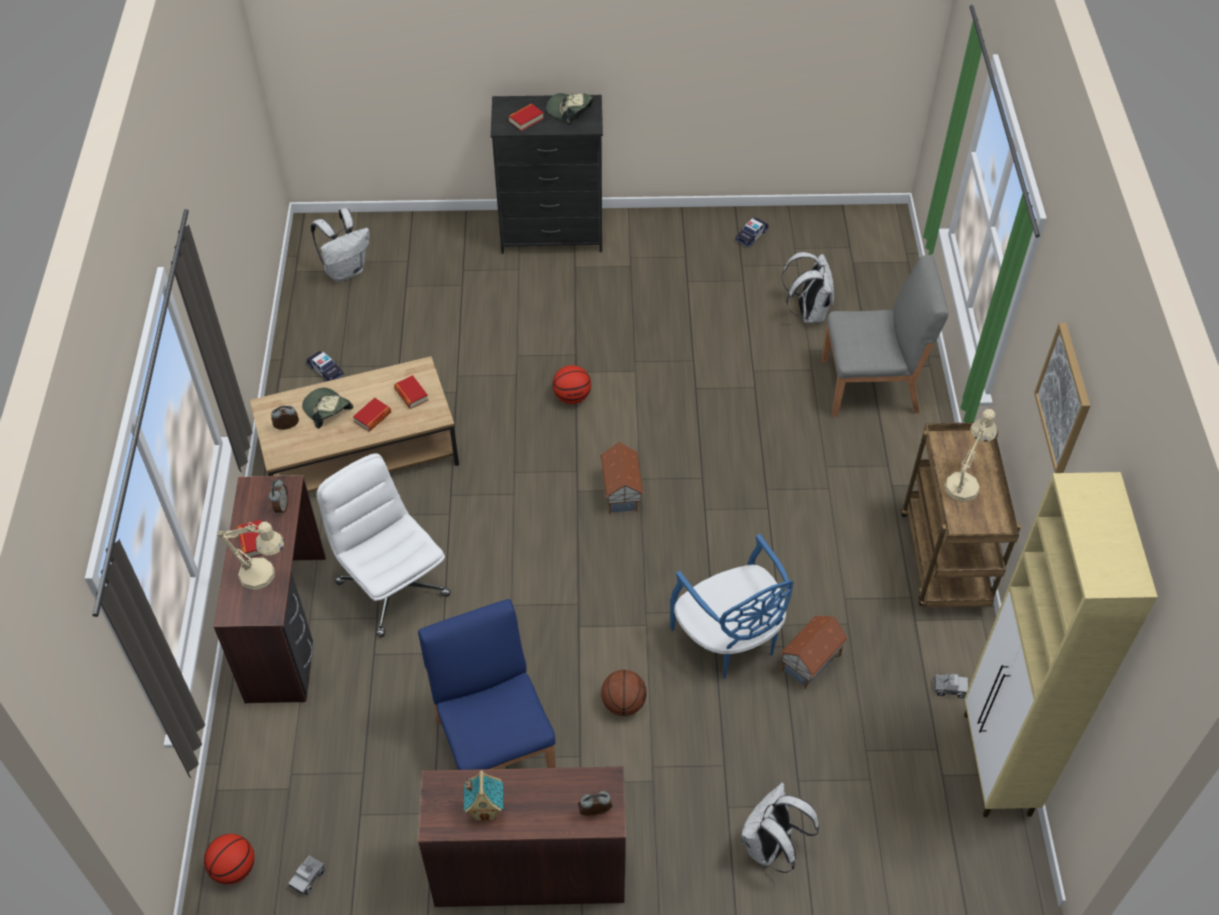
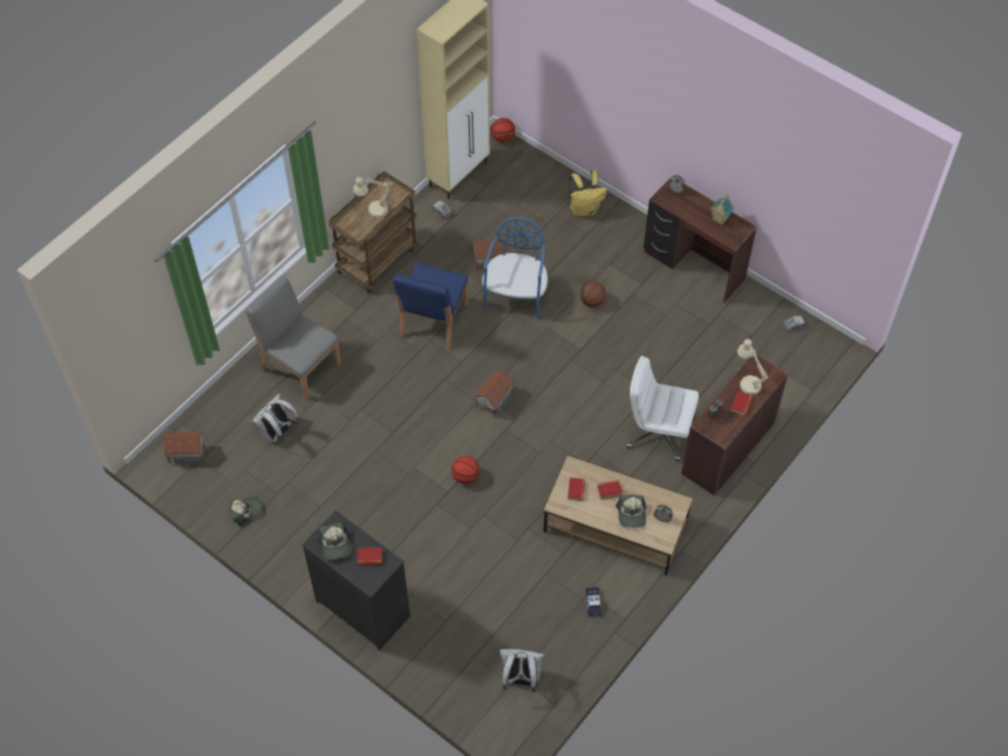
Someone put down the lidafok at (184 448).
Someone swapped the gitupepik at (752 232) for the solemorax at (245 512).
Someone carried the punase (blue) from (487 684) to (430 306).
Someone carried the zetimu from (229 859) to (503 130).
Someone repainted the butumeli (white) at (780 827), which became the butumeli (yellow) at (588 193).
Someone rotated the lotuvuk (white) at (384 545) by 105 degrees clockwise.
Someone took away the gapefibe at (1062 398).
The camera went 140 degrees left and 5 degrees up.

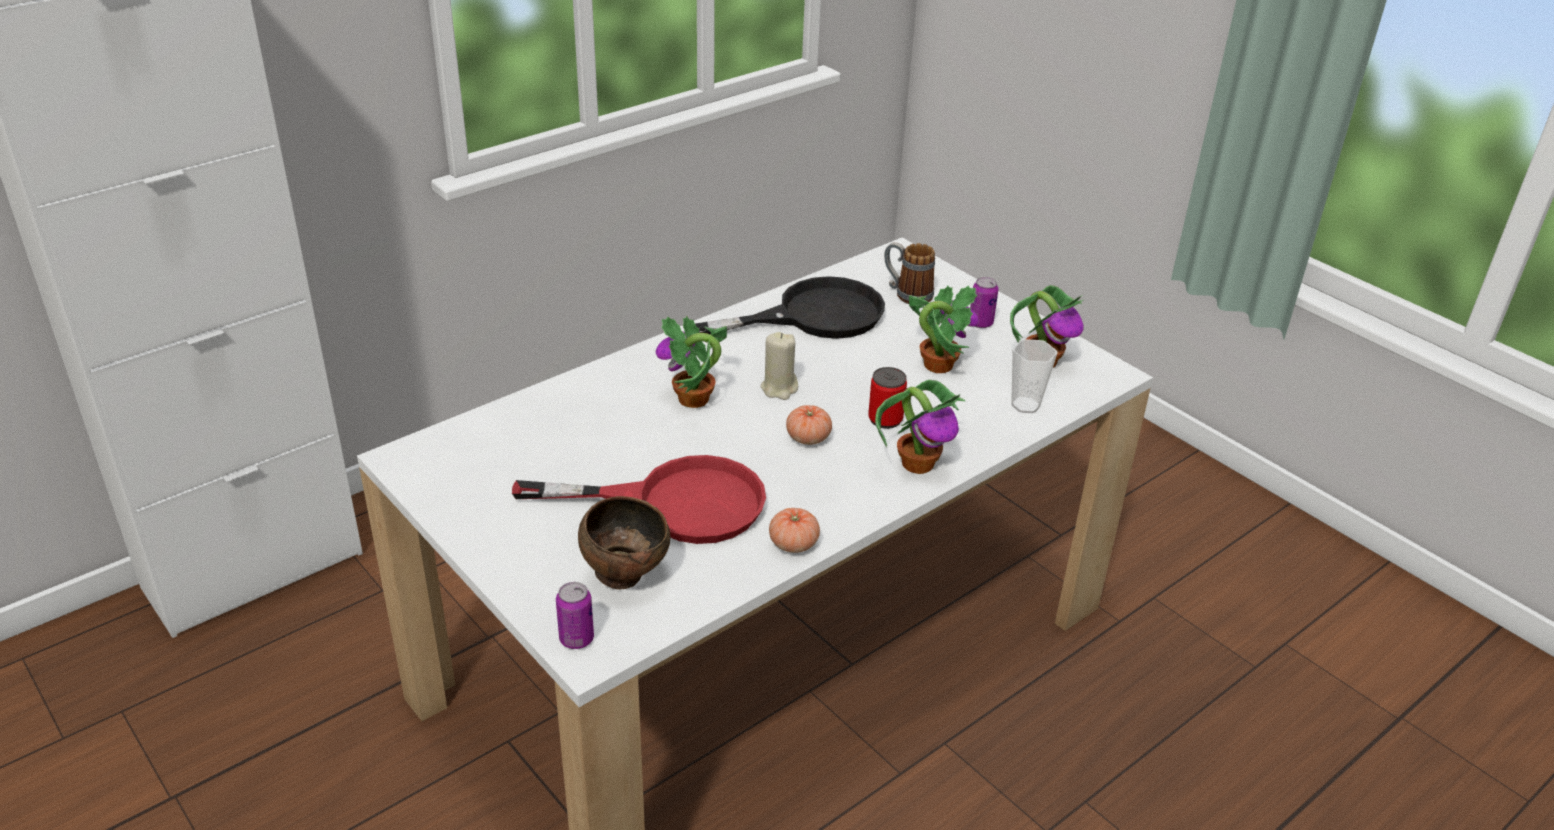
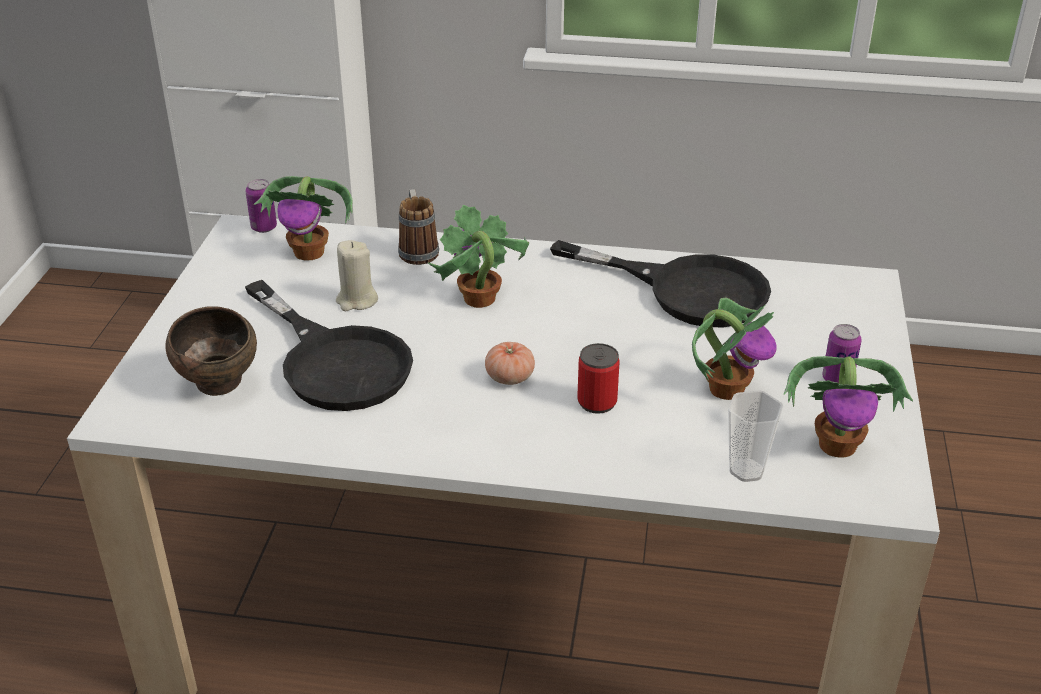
Someone carried the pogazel from (575 615) to (261 206).
Someone repainted the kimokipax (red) at (639 499), which became the kimokipax (black) at (329 345).
Someone carried the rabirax from (920 427) to (303 218).
Someone carried the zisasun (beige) from (779 366) to (357 275).
Someone carried the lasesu from (909 273) to (418 227).
Someone took away the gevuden at (794 530).
The camera went 50 degrees right and 0 degrees up.

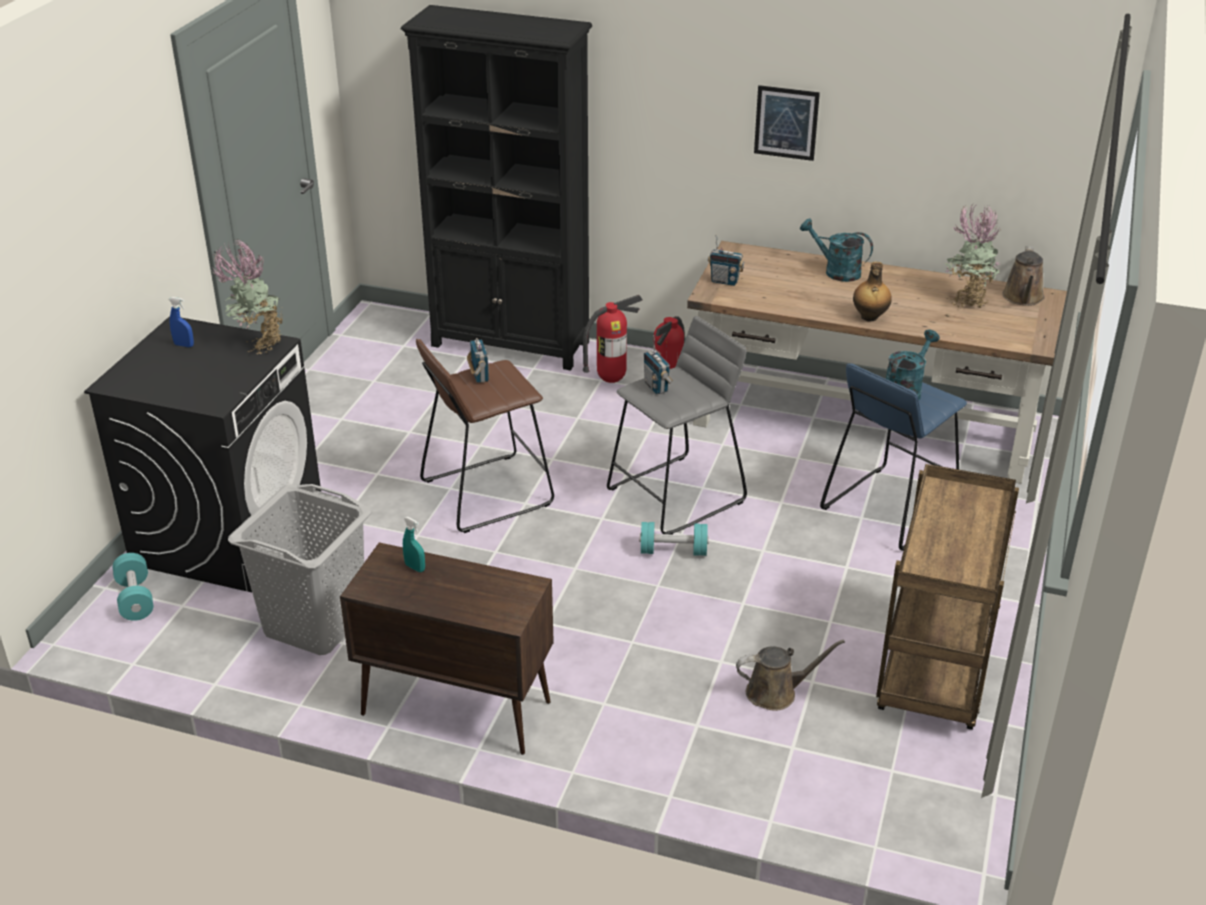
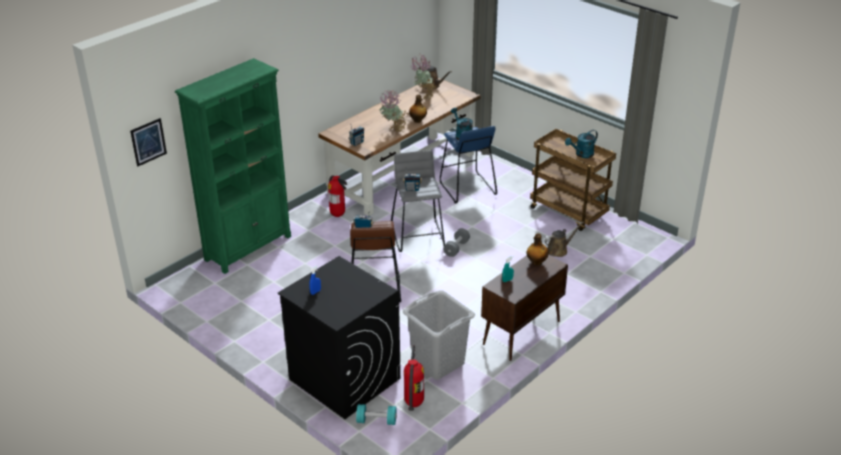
Someone carried the gapefibe from (787 123) to (148 142).
Someone repainted the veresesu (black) at (496 187), which became the veresesu (green) at (233 166).
Someone carried the rabirax from (247 297) to (394 110).
Someone carried the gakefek from (613 339) to (414 378).
Someone repainted the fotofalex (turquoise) at (674 539), which became the fotofalex (grey) at (456 242).
Someone put down the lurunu at (537 249).
Someone rotated the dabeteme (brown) at (790 675) by 45 degrees clockwise.
Someone carried the dabeteme (turquoise) from (836 250) to (581 144).
The camera went 65 degrees left and 0 degrees up.

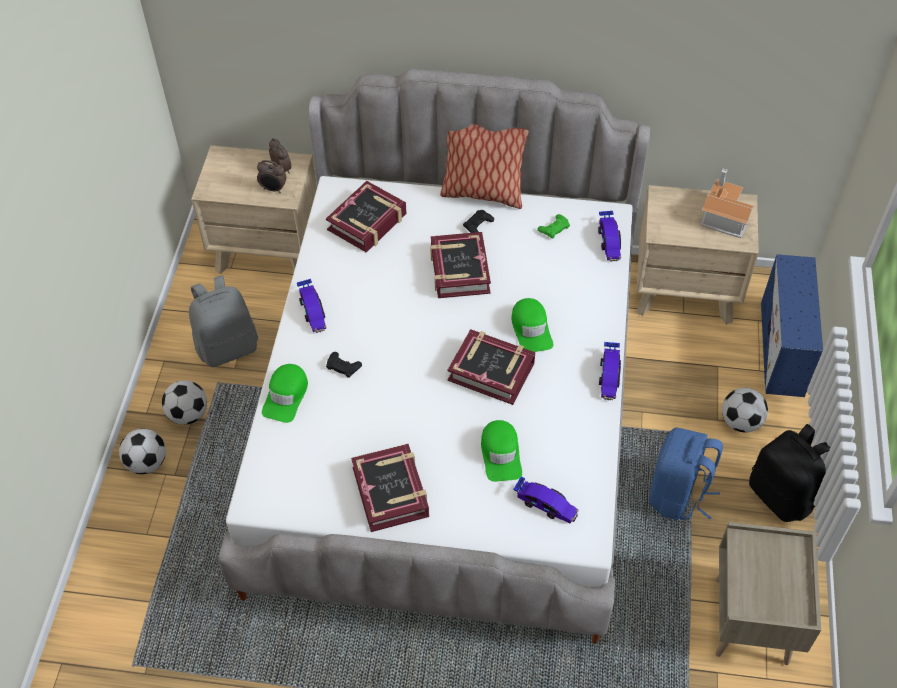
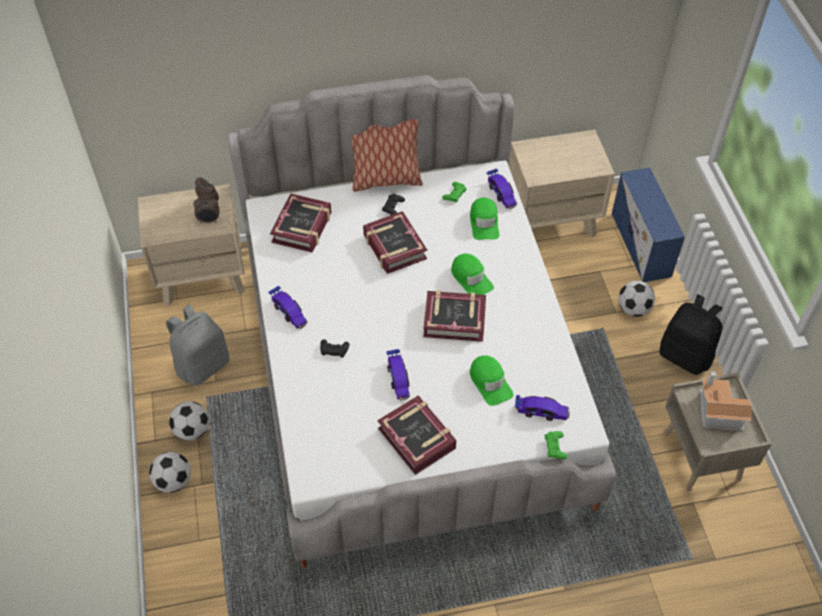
Someone carried the gitupepik from (610 371) to (398 374).
Someone carried the solemorax (green) from (285 393) to (484 219).
Someone put down the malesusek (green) at (556 445).
Someone carried the lidafok from (727 203) to (726 401).
Someone took away the butumeli (blue) at (686 474).
The camera went 20 degrees left and 0 degrees up.

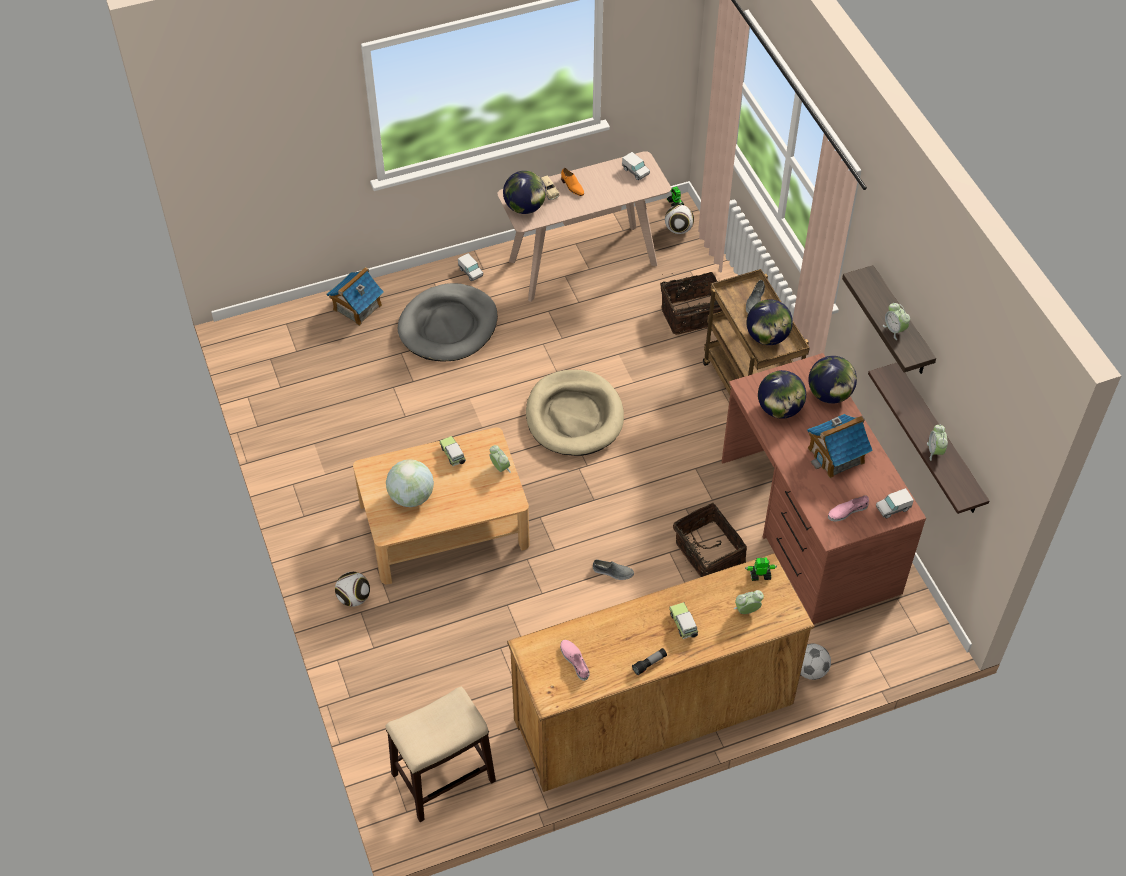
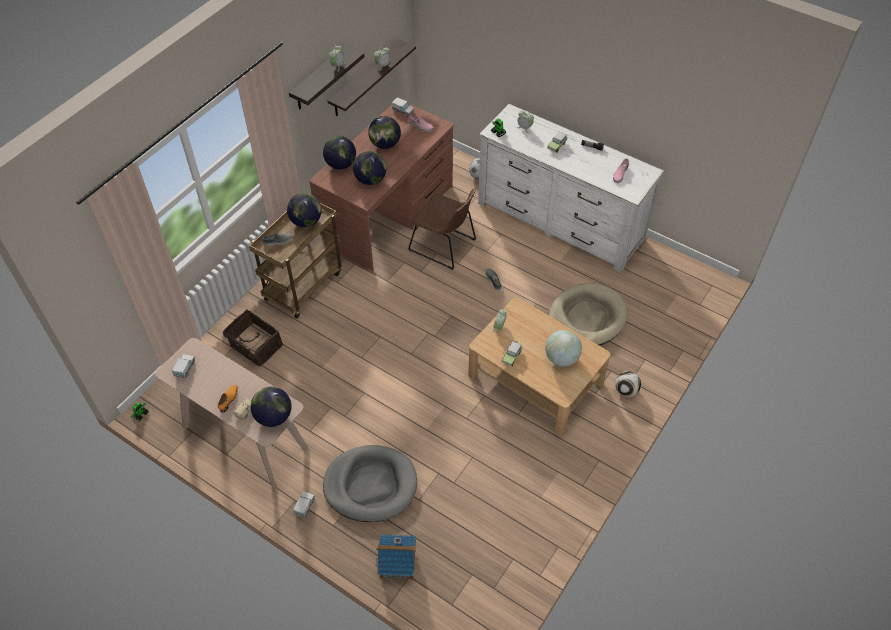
Someone swapped the lidafok at (840 446) for the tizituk at (384 132).
Someone swapped the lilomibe at (710 540) for the punase (brown) at (442 229).
Someone repainted the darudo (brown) at (661 672), which became the darudo (white) at (571 188).
Someone carried the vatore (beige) from (575 413) to (588 314).
Someone took away the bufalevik at (440 754).
Someone took away the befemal at (679 219).
The camera went 125 degrees left and 0 degrees up.

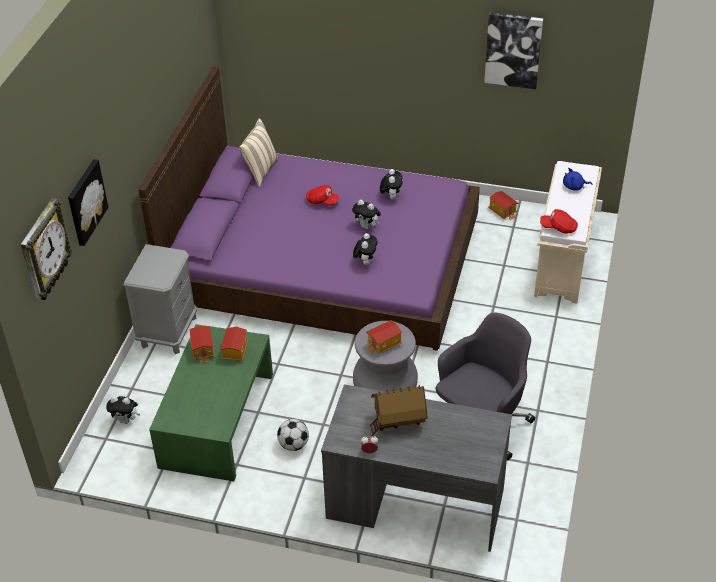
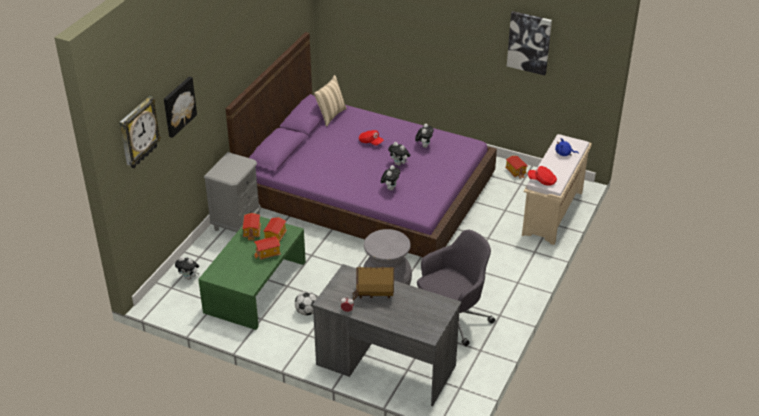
Someone carried the lidafok from (384 337) to (267 248).
The camera went 10 degrees right and 5 degrees down.

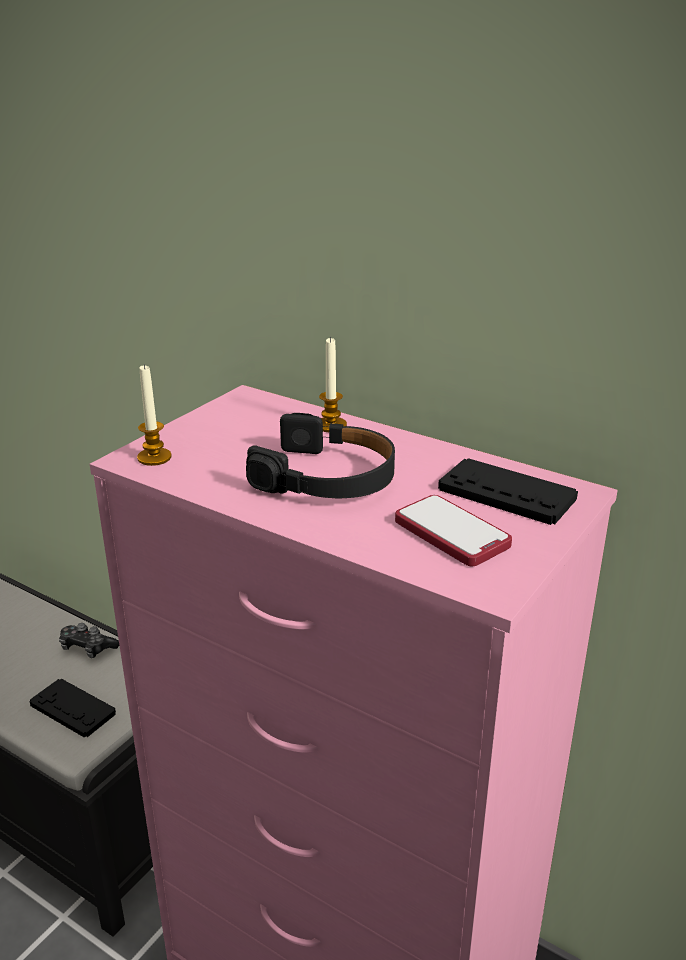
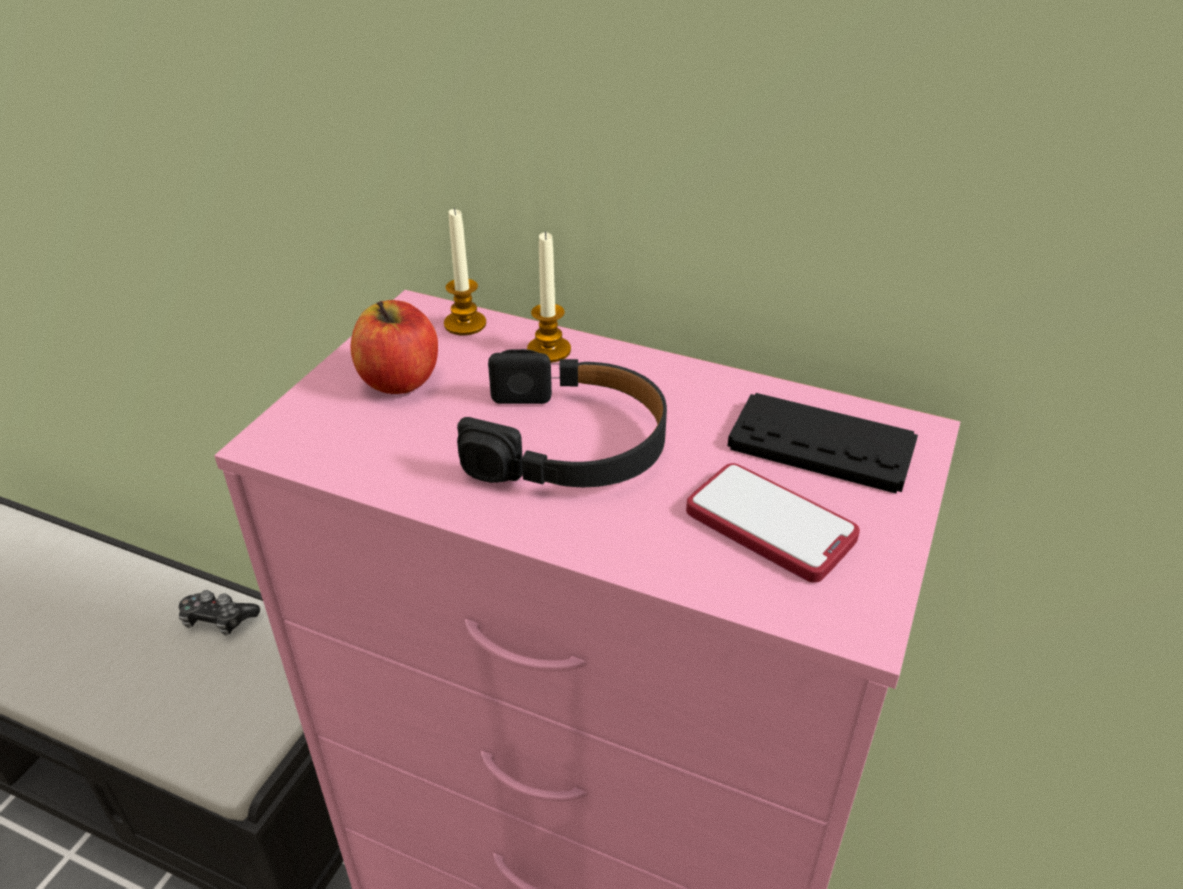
Someone put down the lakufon at (394 347).
Someone carried the zisasun from (154 415) to (465 271).
Someone took away the malesusek (black) at (73 708).
The camera went 10 degrees left and 10 degrees up.

